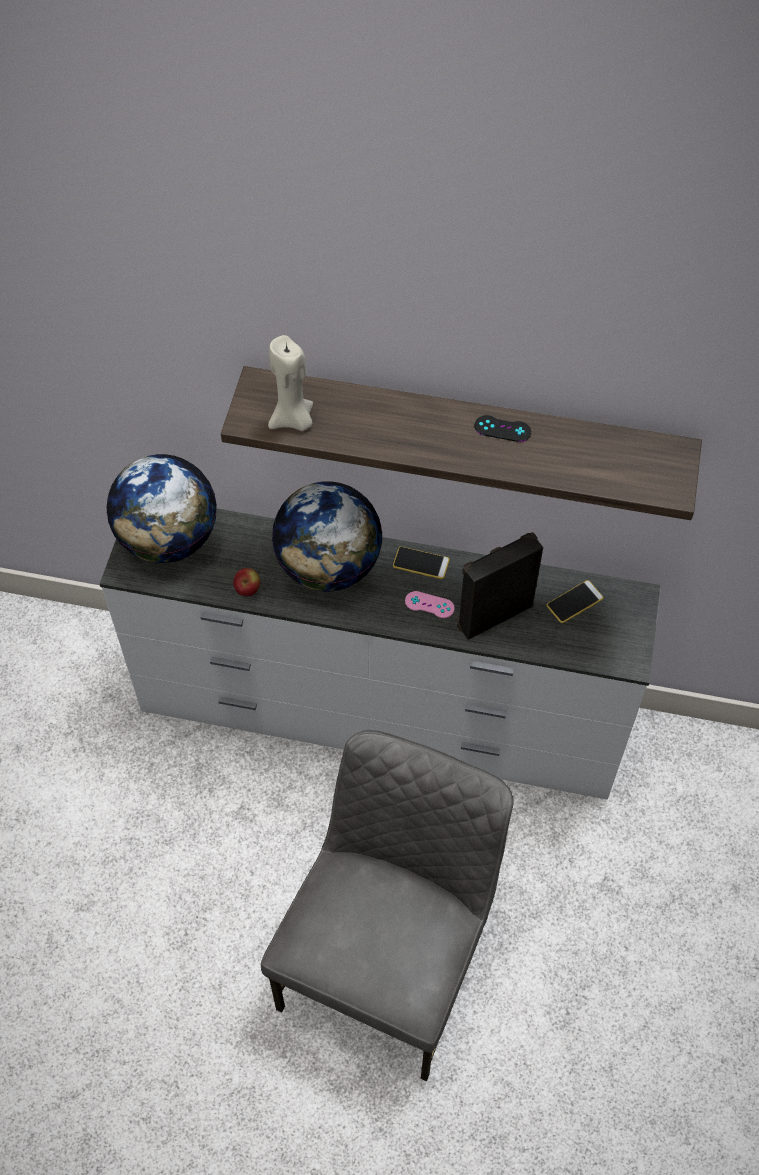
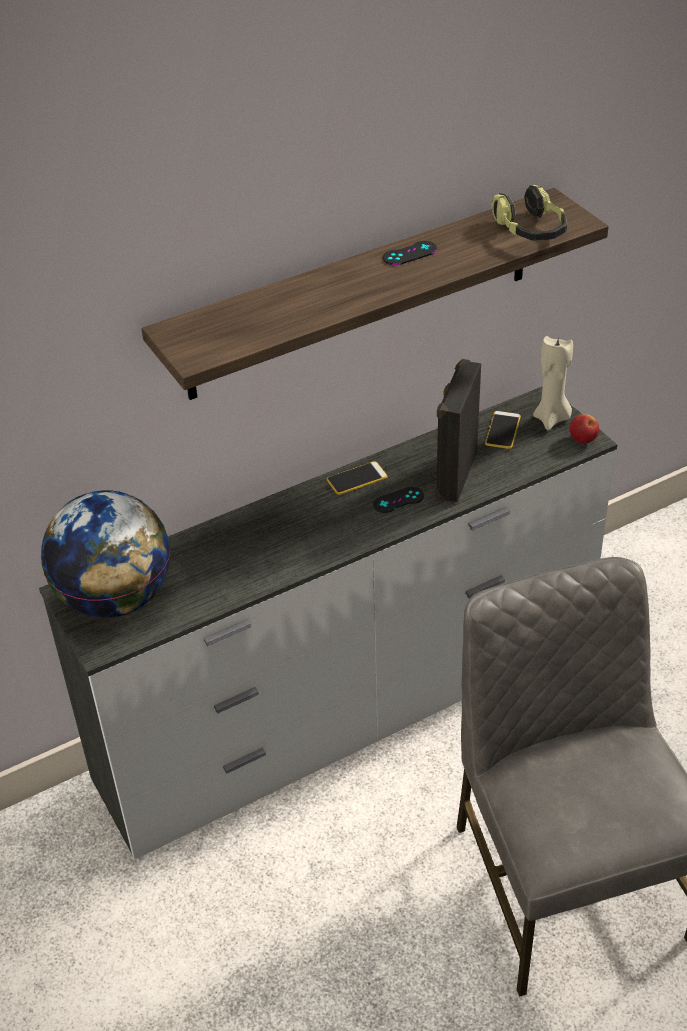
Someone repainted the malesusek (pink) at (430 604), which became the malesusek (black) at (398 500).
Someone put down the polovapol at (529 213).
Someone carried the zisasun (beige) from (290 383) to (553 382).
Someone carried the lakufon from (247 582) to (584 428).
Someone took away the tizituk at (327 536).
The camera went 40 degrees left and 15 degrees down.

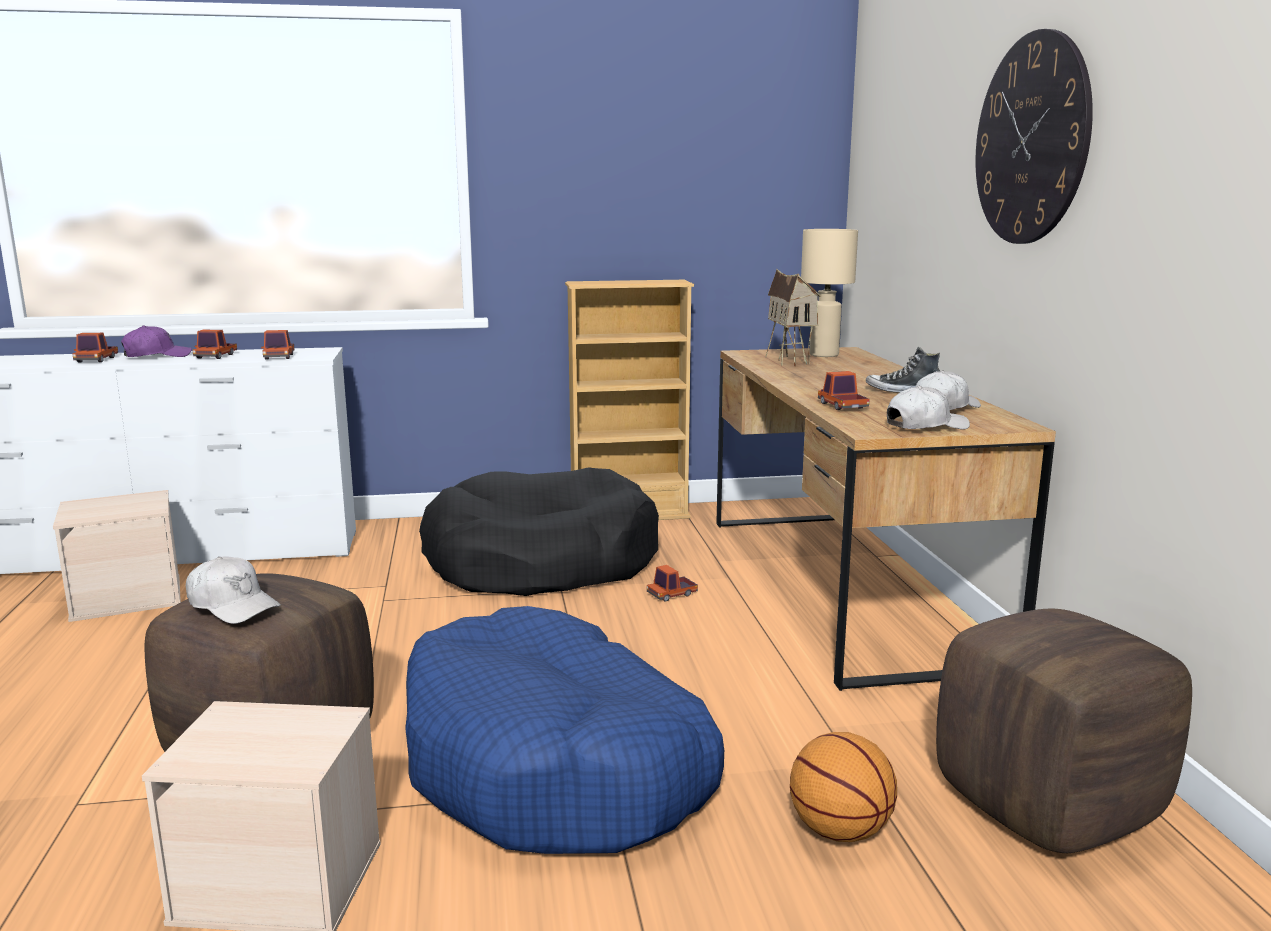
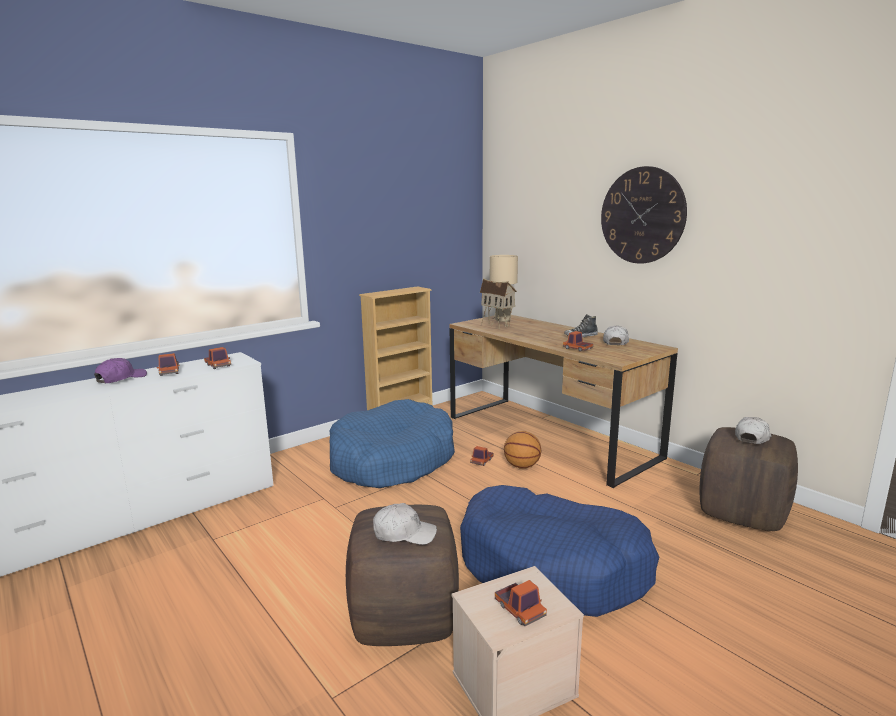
Someone repainted the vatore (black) at (539 531), which became the vatore (blue) at (392 443).
Someone carried the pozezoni from (95 347) to (521 603).
Someone carried the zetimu from (843 787) to (523 450).
Someone carried the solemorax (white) from (928 407) to (753 430).
Someone took away the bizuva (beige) at (117 556).
The camera went 30 degrees left and 0 degrees up.

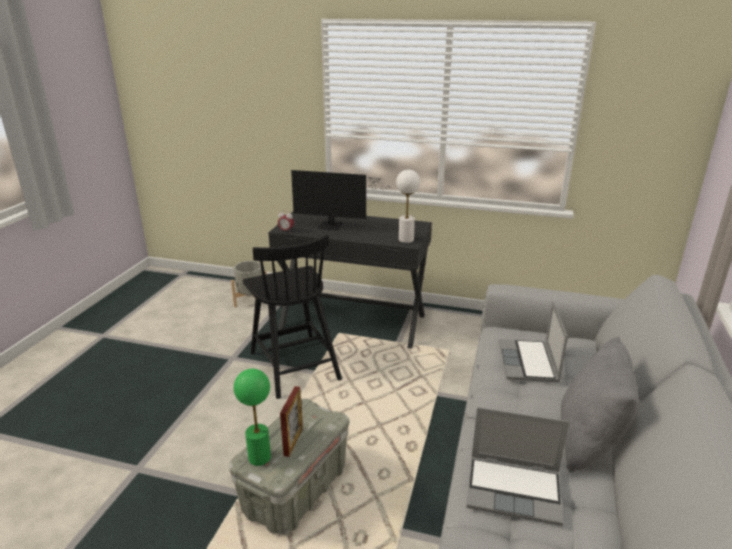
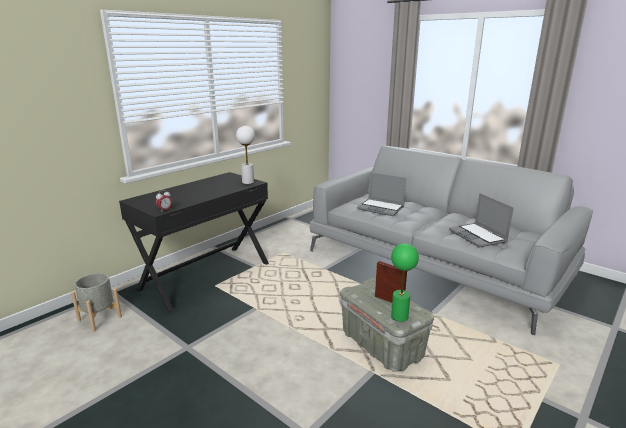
Someone rotated the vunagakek at (517 466) by 120 degrees clockwise.
Someone took away the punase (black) at (292 316).
Someone took away the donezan at (339 200).
Someone took away the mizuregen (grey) at (600 405).
The camera went 65 degrees left and 5 degrees down.

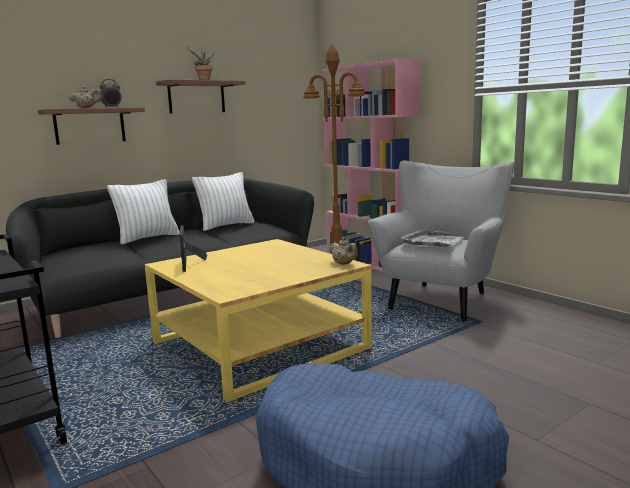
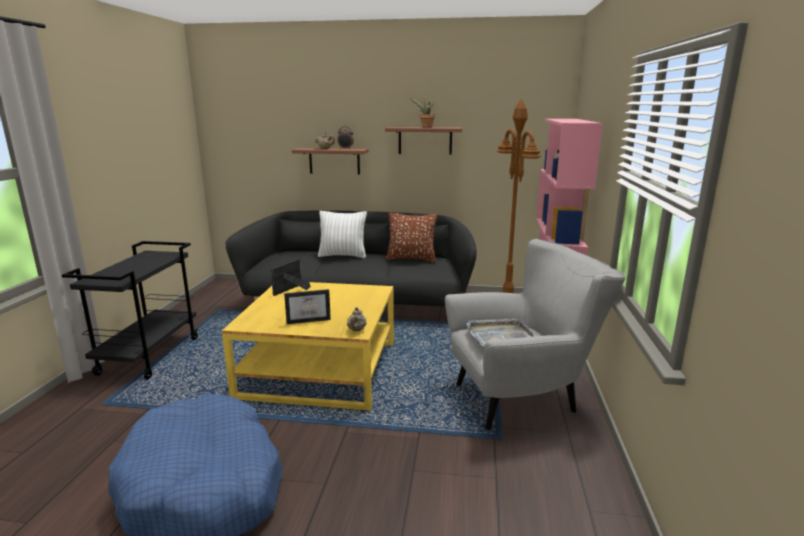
Someone put down the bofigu at (307 306).
Someone repainted the mizuregen (white) at (223 201), which became the mizuregen (brown) at (411 237).
The camera went 45 degrees right and 5 degrees up.

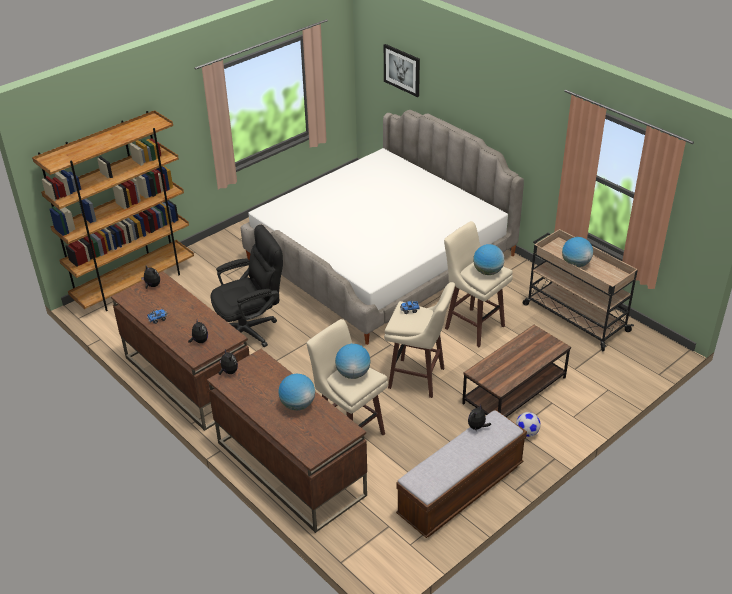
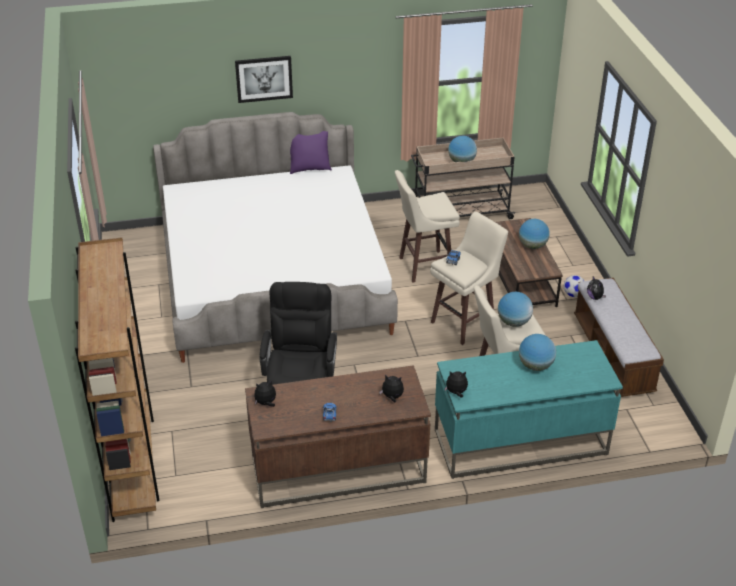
Someone carried the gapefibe from (402 70) to (264 79).
Someone put down the mizuregen (purple) at (311 152).
Someone repainted the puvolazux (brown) at (287 441), which became the puvolazux (turquoise) at (529 409).
Someone carried the tizituk from (489 259) to (534 234).
The camera went 60 degrees left and 0 degrees up.

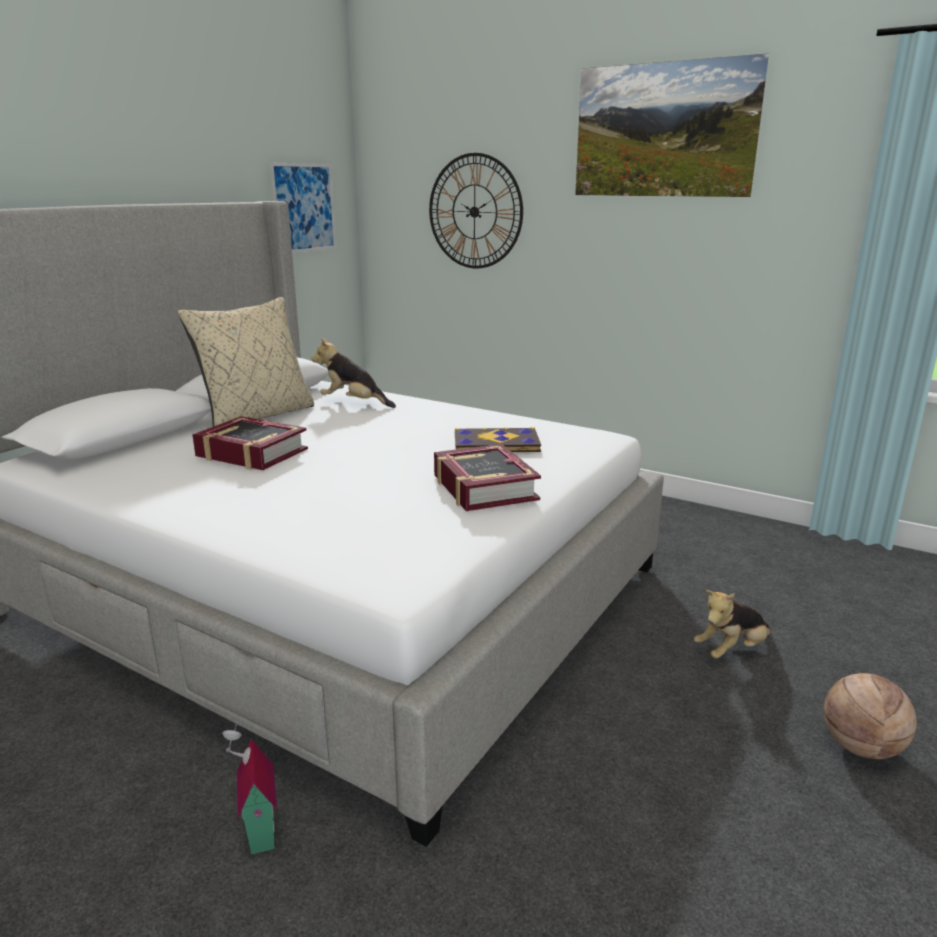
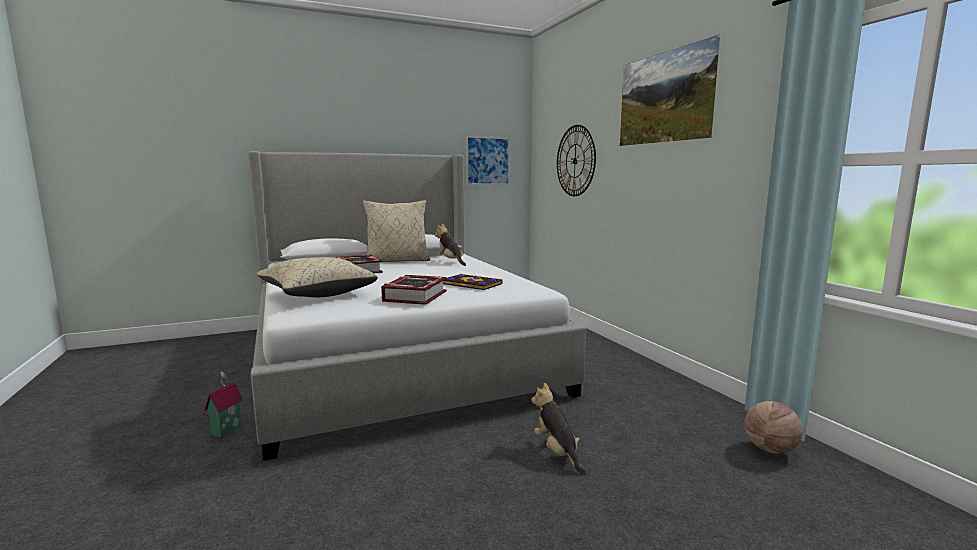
Someone put down the mizuregen (beige) at (317 277).
Someone rotated the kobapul at (732 624) by 60 degrees clockwise.
Someone carried the zetimu from (870 716) to (774 427).
The camera went 35 degrees right and 10 degrees down.

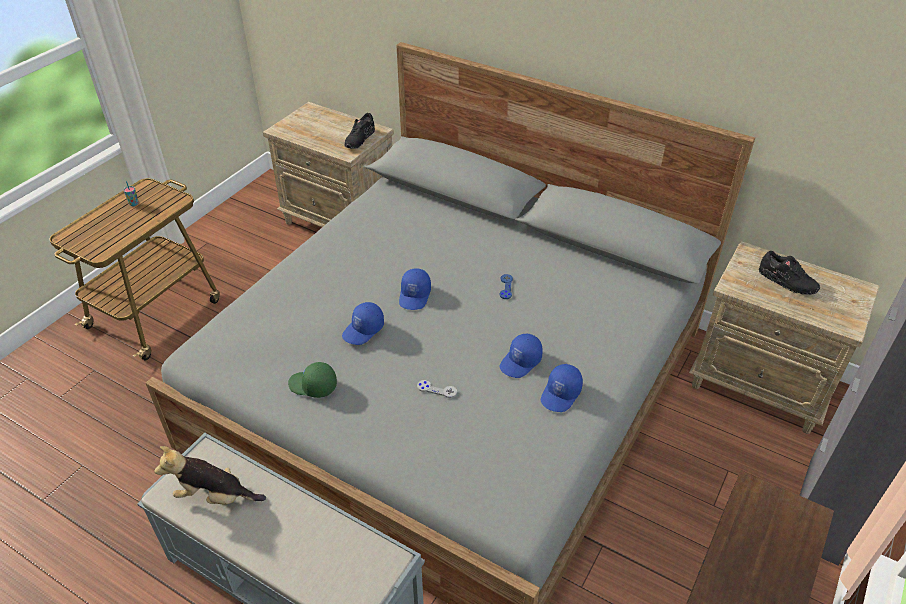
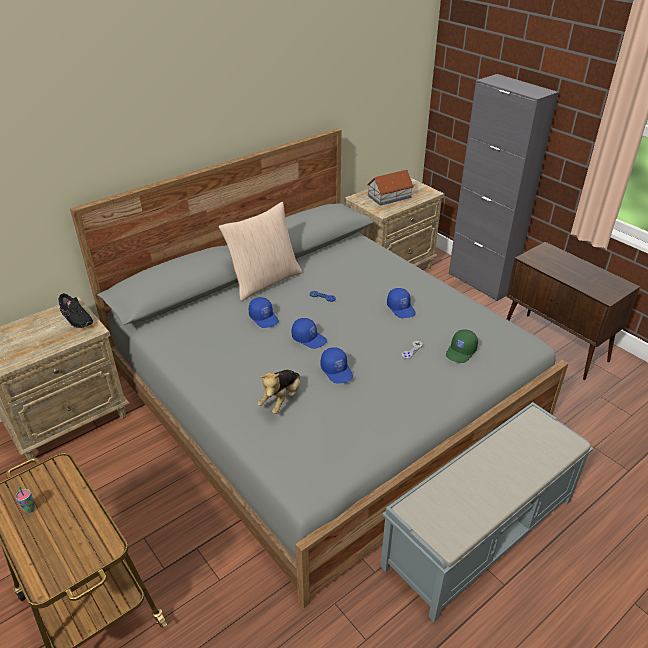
Someone put down the mizuregen (beige) at (260 251).
Someone carried the solemorax (blue) from (562 388) to (264 312).
Someone carried the kobapul from (210 475) to (279 392).
Someone swapped the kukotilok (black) at (789 273) for the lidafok at (390 188).
Someone carried the solemorax (green) from (312 380) to (462 346).
The camera went 70 degrees left and 5 degrees down.

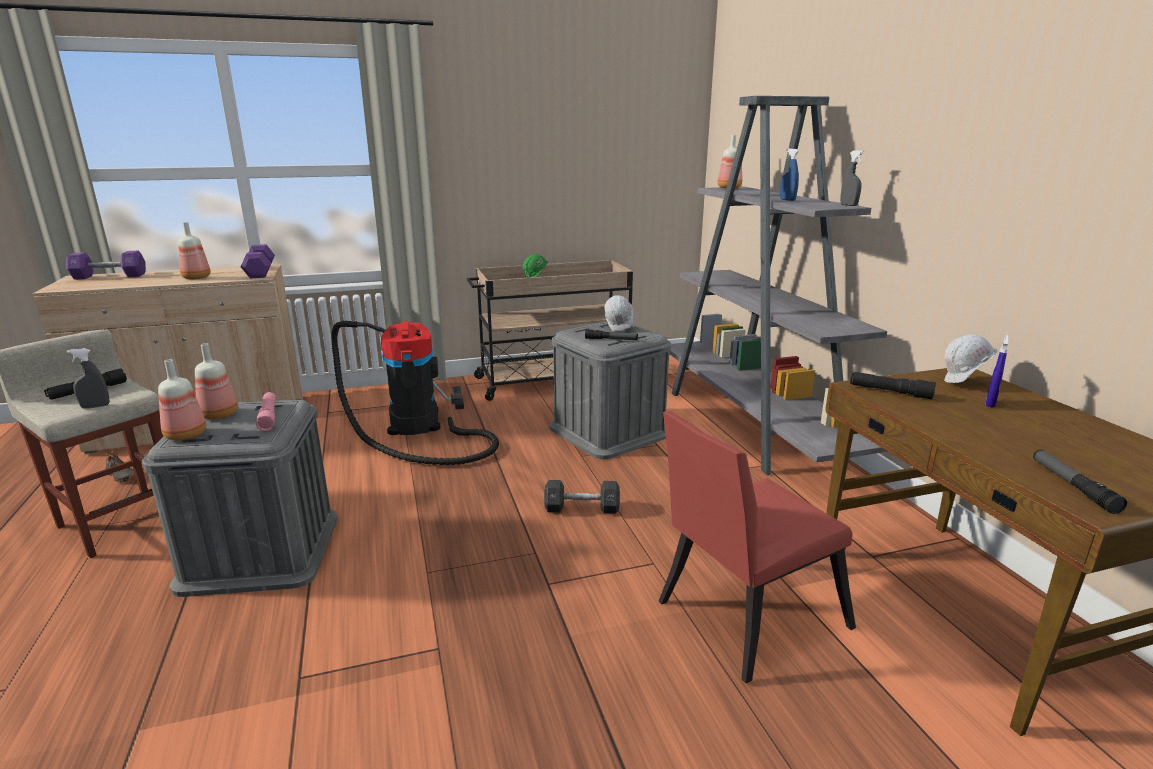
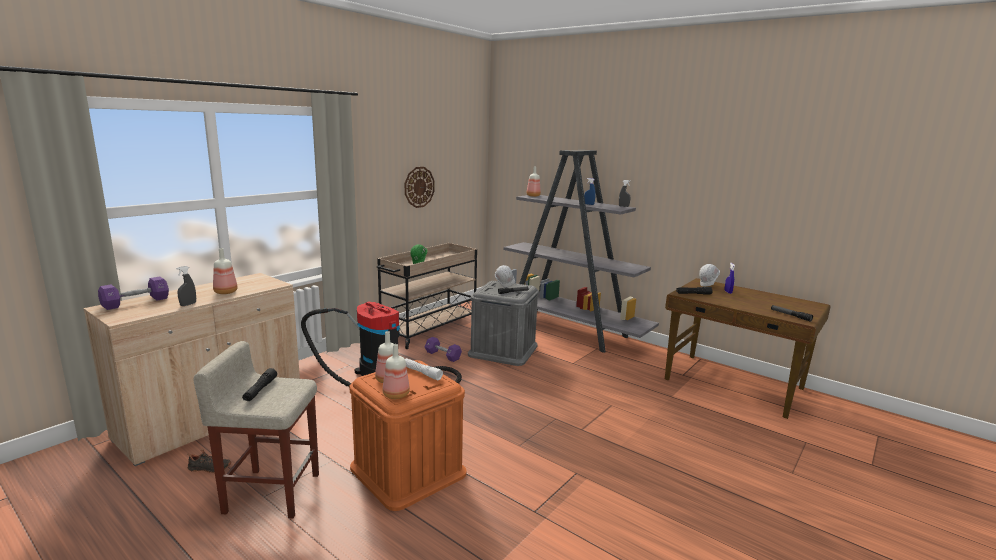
Someone carried the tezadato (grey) from (88 378) to (186 286).
Someone repainted the bizuva (grey) at (239 498), which became the bizuva (orange) at (408 435).
Someone put up the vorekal at (420 187).
Someone repainted the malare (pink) at (266 411), which became the malare (white) at (424 369).
Someone carried the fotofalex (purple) from (258 261) to (443 349).
Someone took away the fotofalex (black) at (582 497).
Someone took away the punase (red) at (757 547).
The camera went 35 degrees left and 5 degrees down.

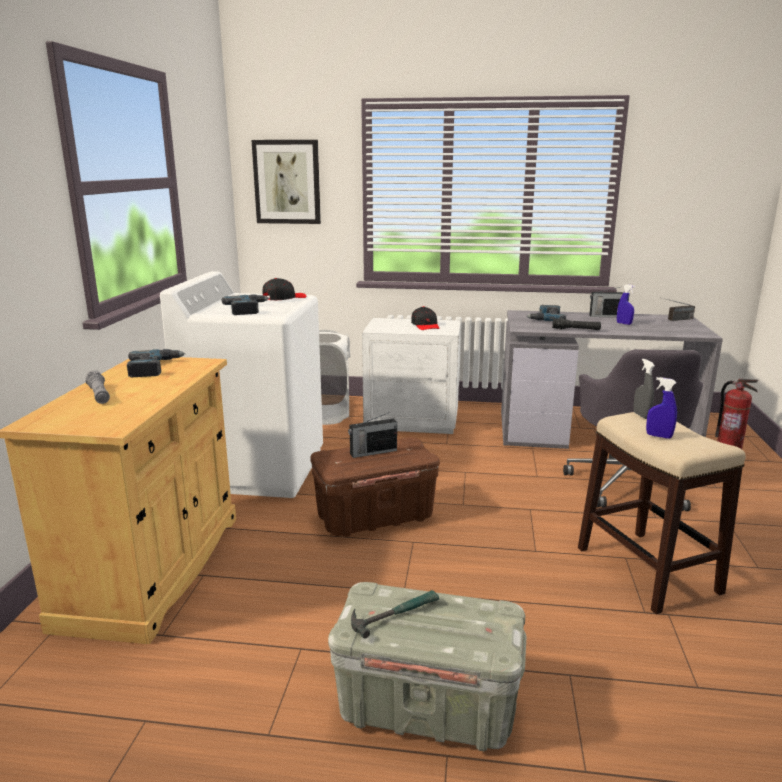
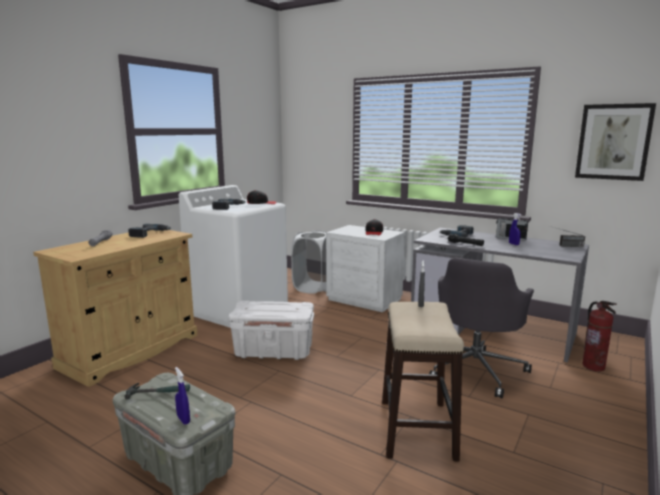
Someone carried the tezadato (blue) from (661 408) to (182 396).
Someone repainted the bizuva (brown) at (375 487), which became the bizuva (white) at (271 330).
Someone carried the gapefibe from (286 182) to (615 142).
Someone took away the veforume at (372 435).
The camera went 25 degrees right and 5 degrees down.

